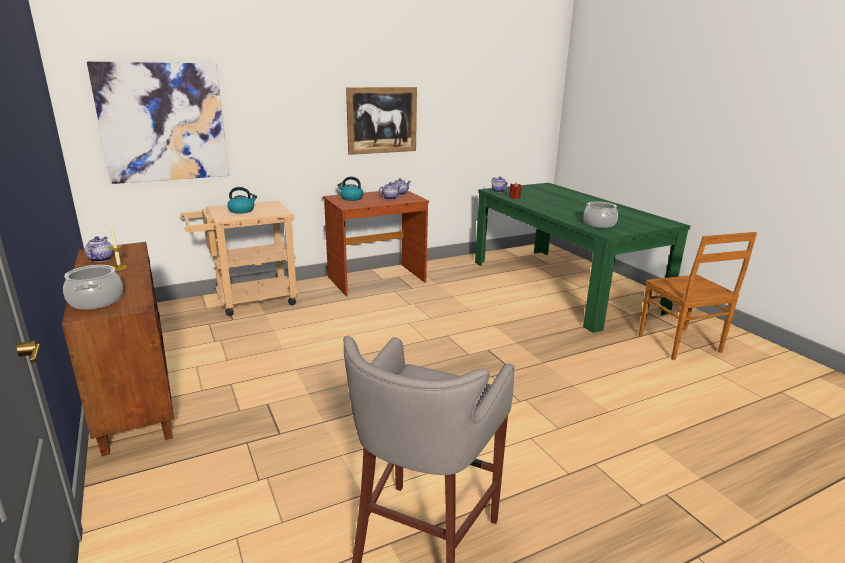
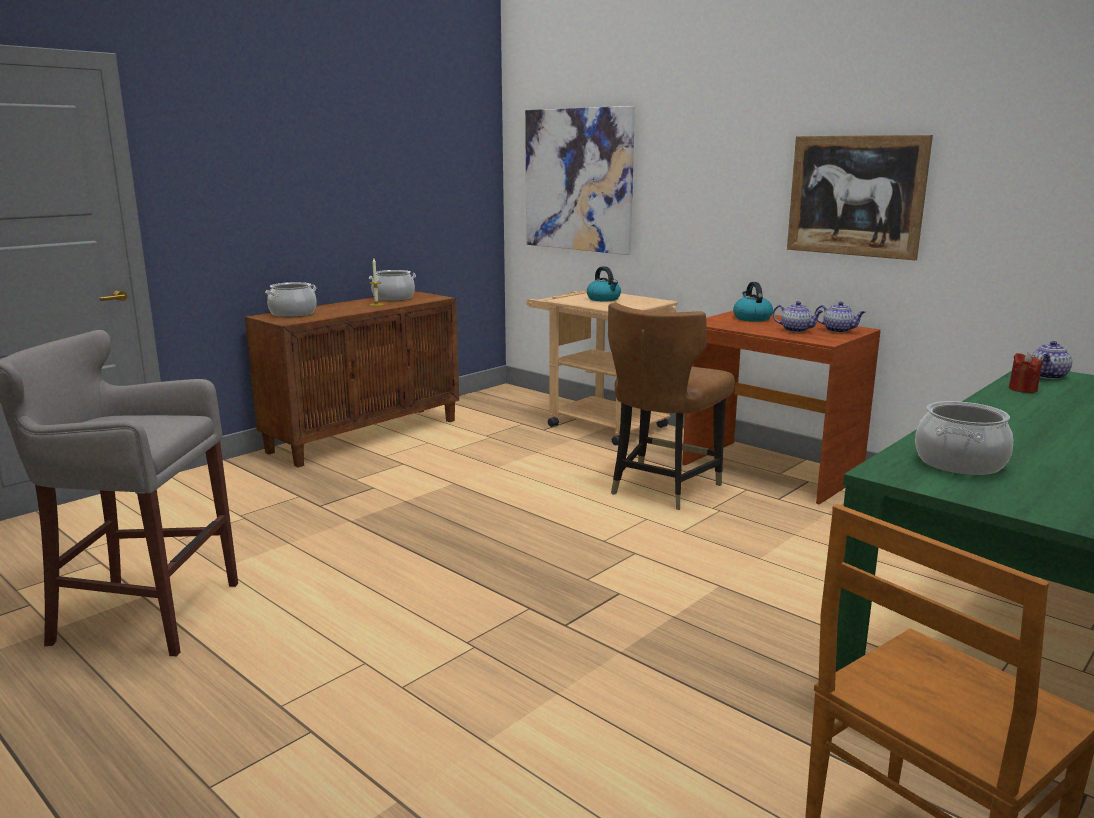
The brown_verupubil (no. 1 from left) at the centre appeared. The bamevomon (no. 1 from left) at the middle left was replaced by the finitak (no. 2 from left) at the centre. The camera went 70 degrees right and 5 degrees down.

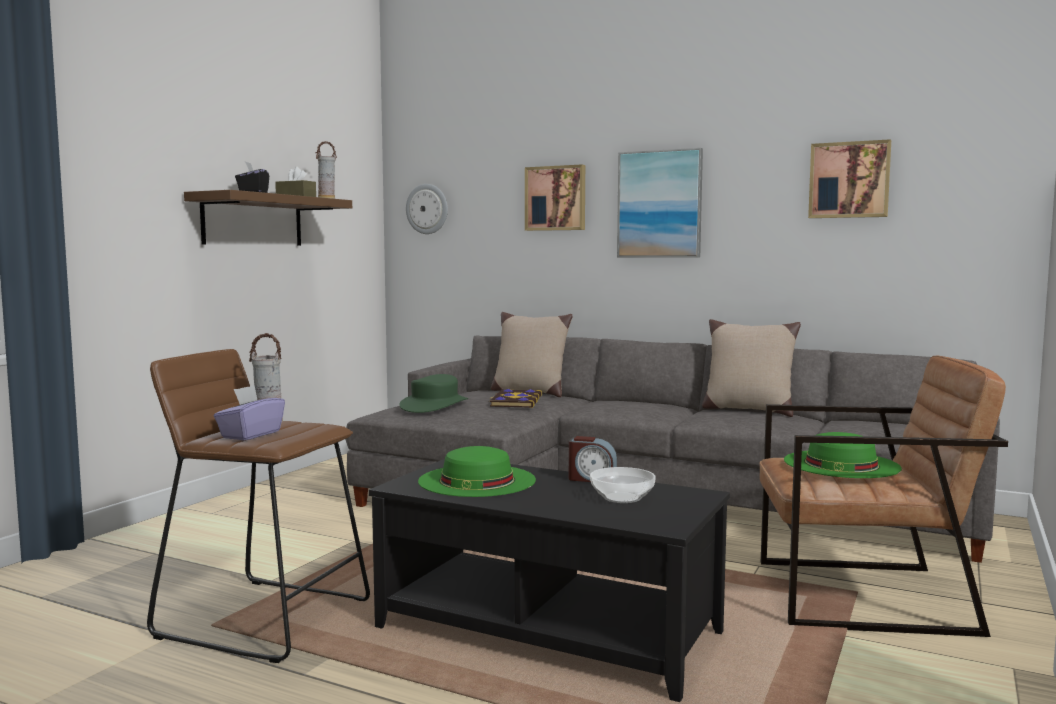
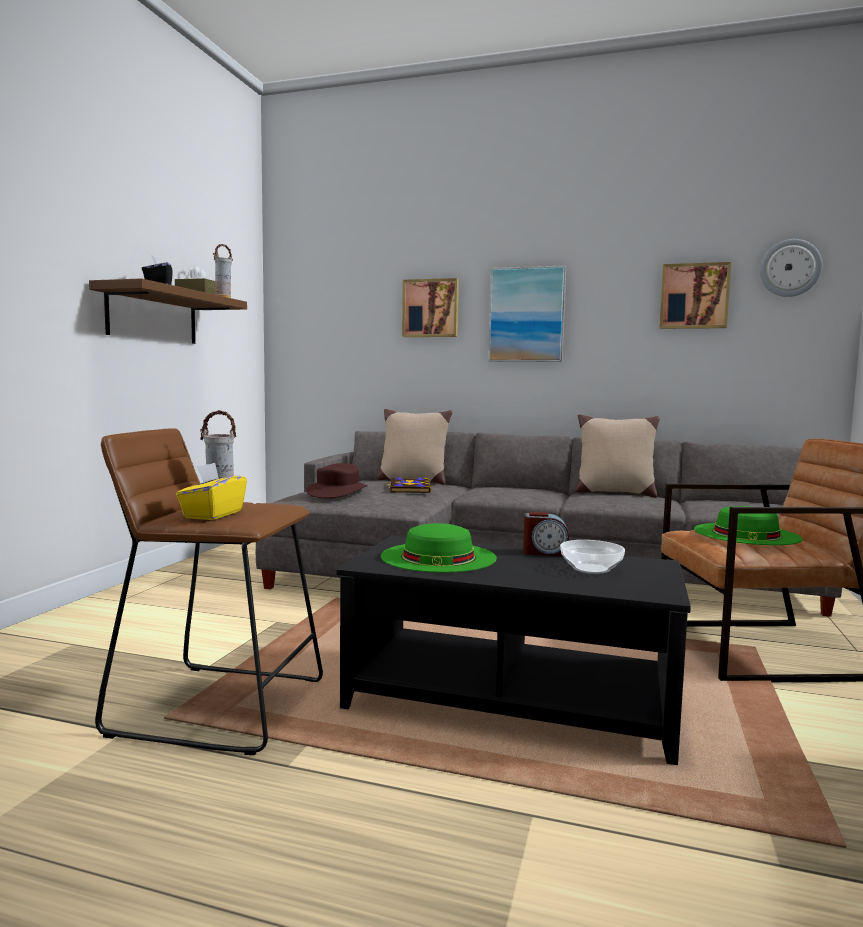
The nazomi moved from the top centre to the top right. The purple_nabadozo at the middle left became the yellow_nabadozo at the middle left. The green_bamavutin (no. 1 from left) at the centre became the brown_bamavutin at the centre. The camera went 10 degrees left and 0 degrees up.

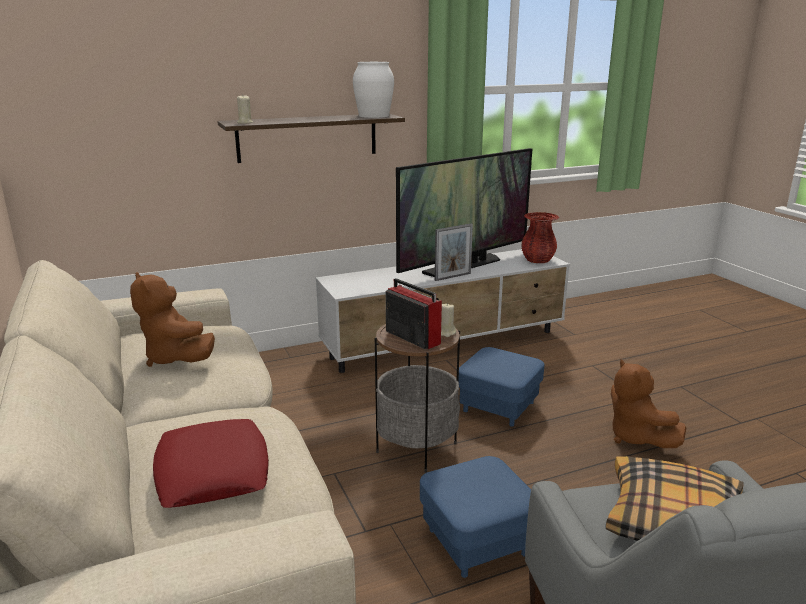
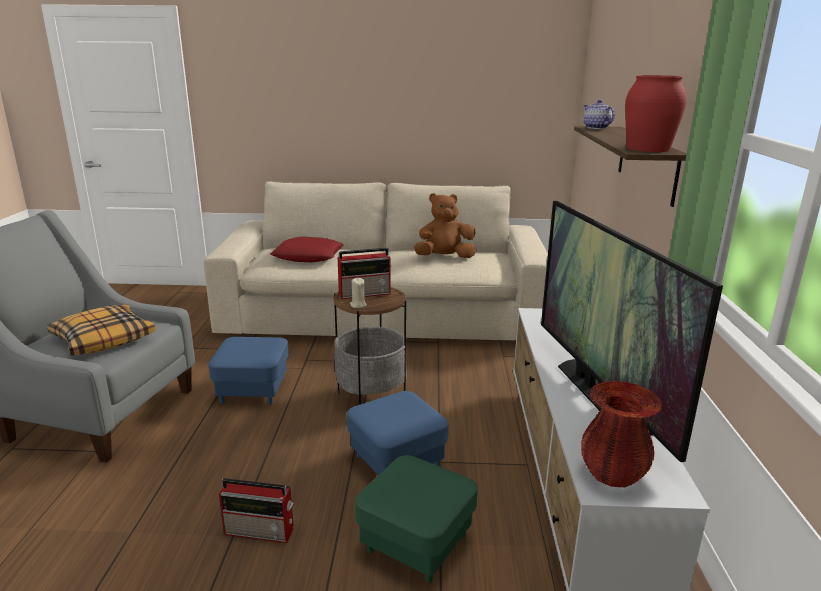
The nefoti at the centre disappeared. The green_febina at the bottom centre appeared. The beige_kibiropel (no. 1 from left) at the top left was replaced by the bamevomon at the top right. The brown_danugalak (no. 2 from left) at the bottom right was replaced by the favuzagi (no. 1 from left) at the bottom left. The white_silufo at the top centre became the red_silufo (no. 2 from left) at the top right. The camera went 115 degrees right and 0 degrees up.

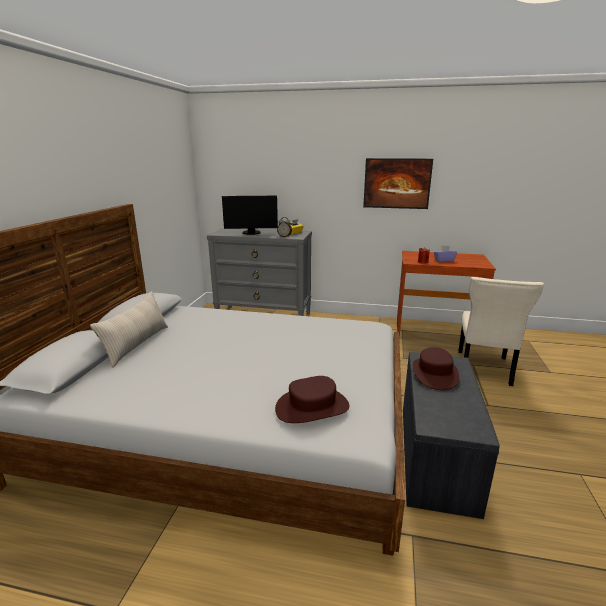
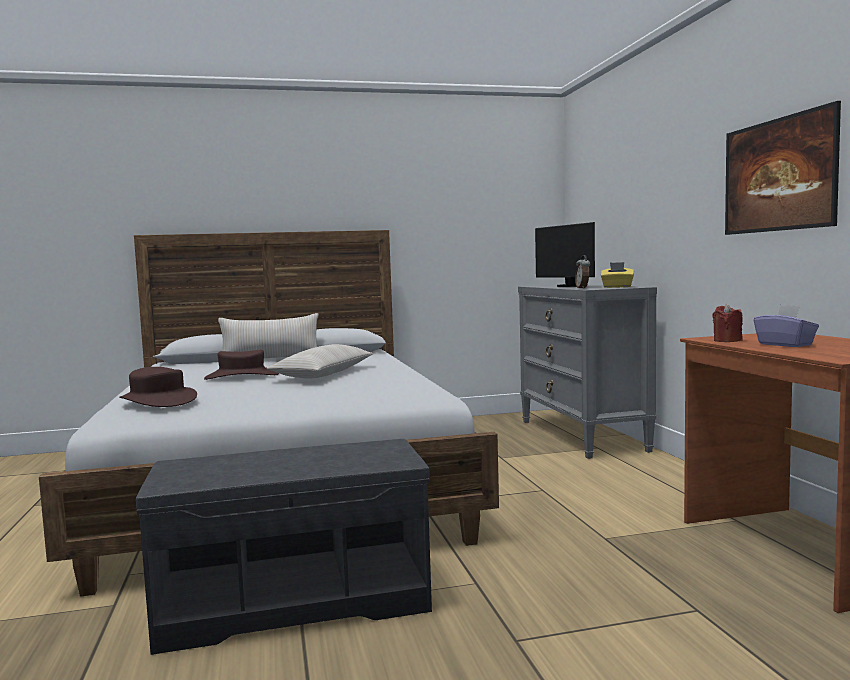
The beige_verupubil at the middle right disappeared. The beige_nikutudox (no. 2 from left) at the centre appeared. The brown_bamavutin (no. 2 from left) moved from the middle right to the middle left. The camera went 65 degrees right and 15 degrees down.

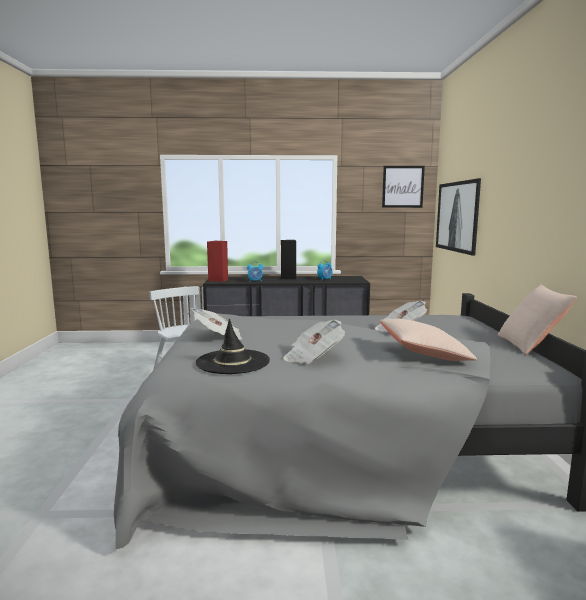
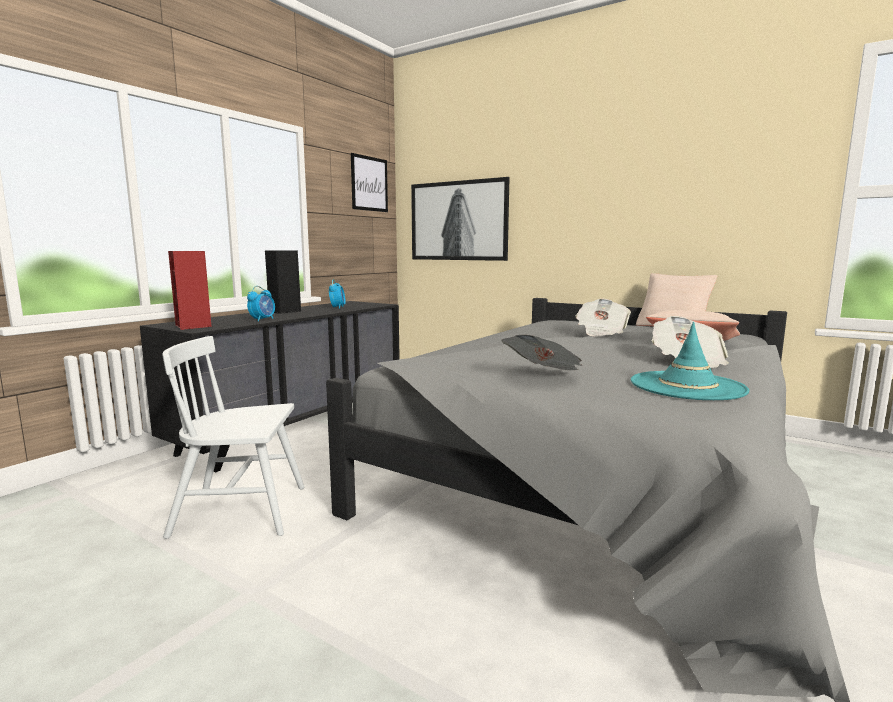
The black_bamavutin at the centre became the turquoise_bamavutin at the middle right. The camera went 55 degrees left and 0 degrees up.

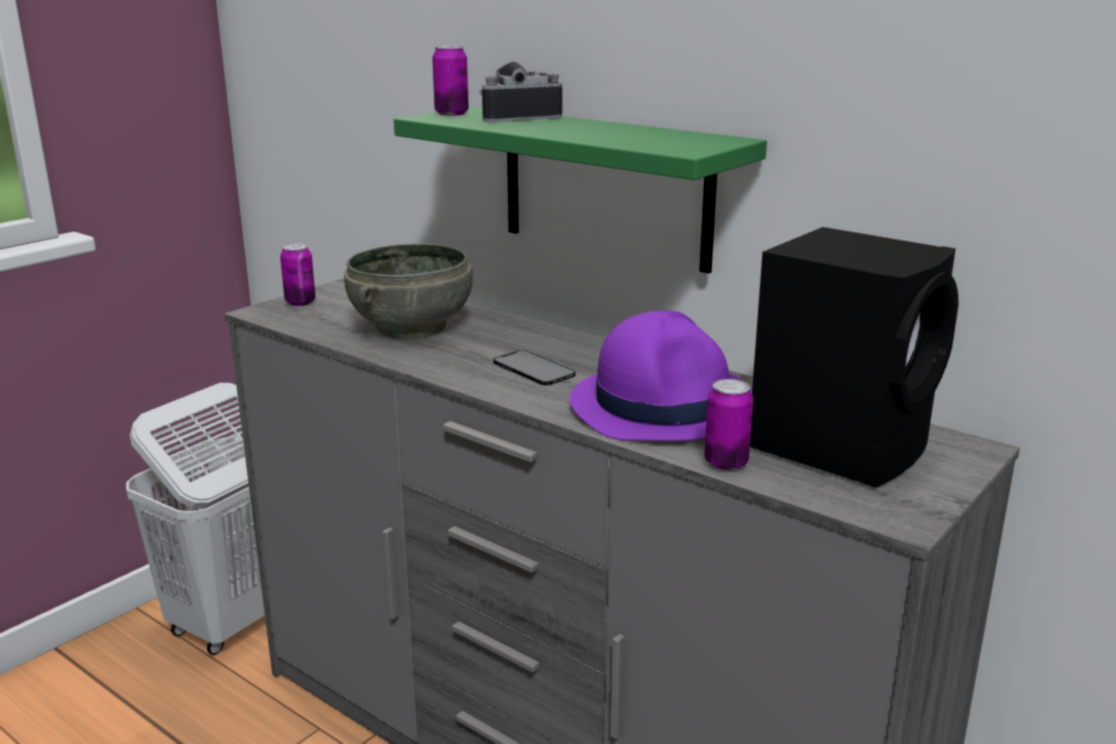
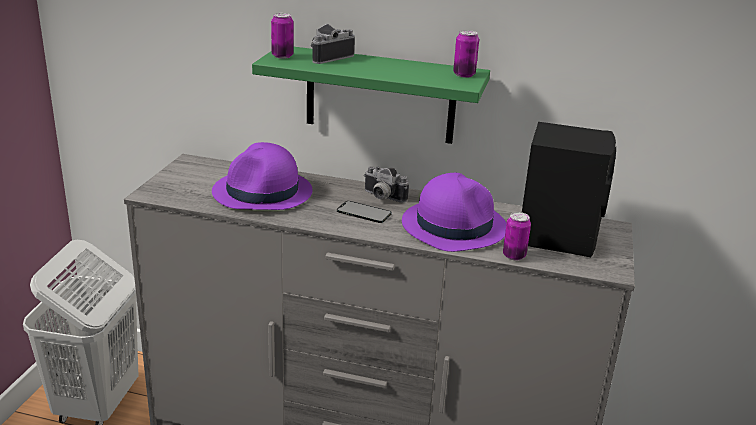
The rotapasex (no. 2 from left) at the centre appeared. The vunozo (no. 1 from left in the first image) moved from the middle left to the top centre. The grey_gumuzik at the centre was replaced by the purple_bamavutin (no. 1 from left) at the centre. The camera went 25 degrees left and 5 degrees up.

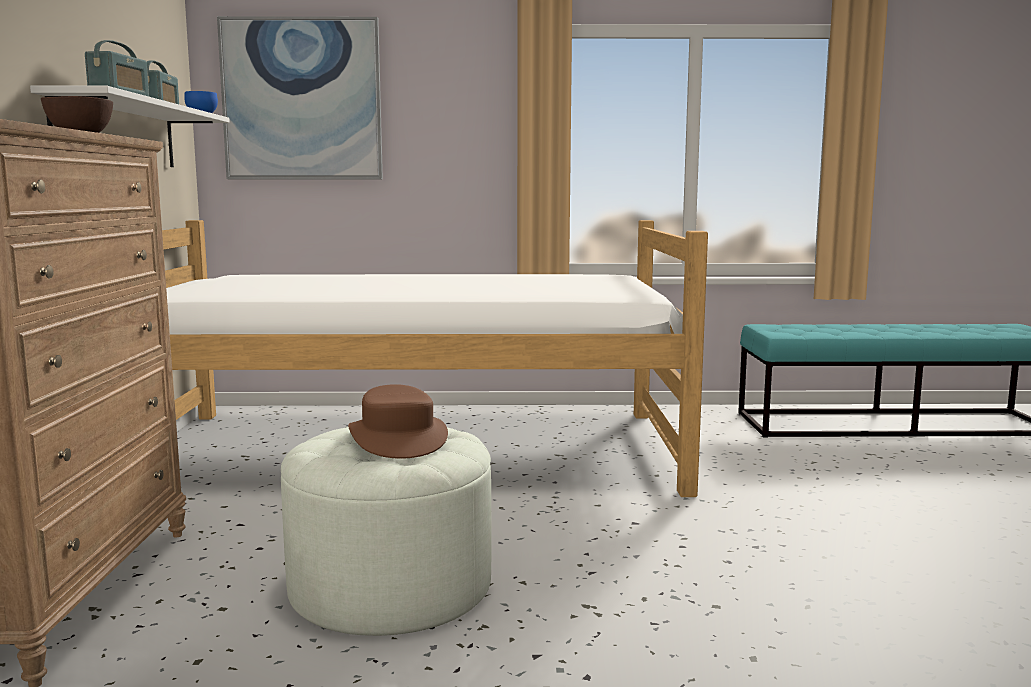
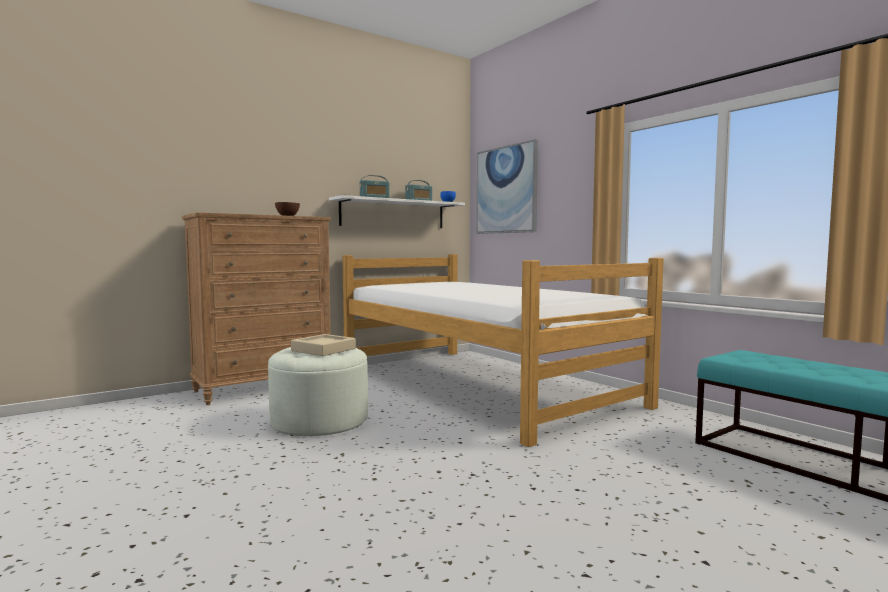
The brown_bamavutin at the centre was replaced by the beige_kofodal at the centre. The camera went 55 degrees right and 5 degrees down.

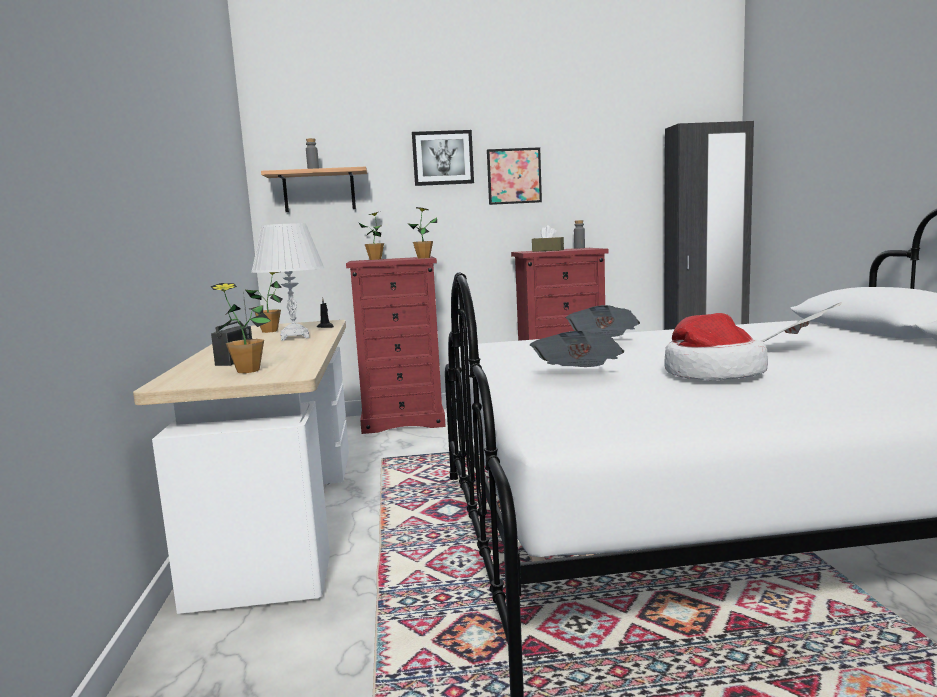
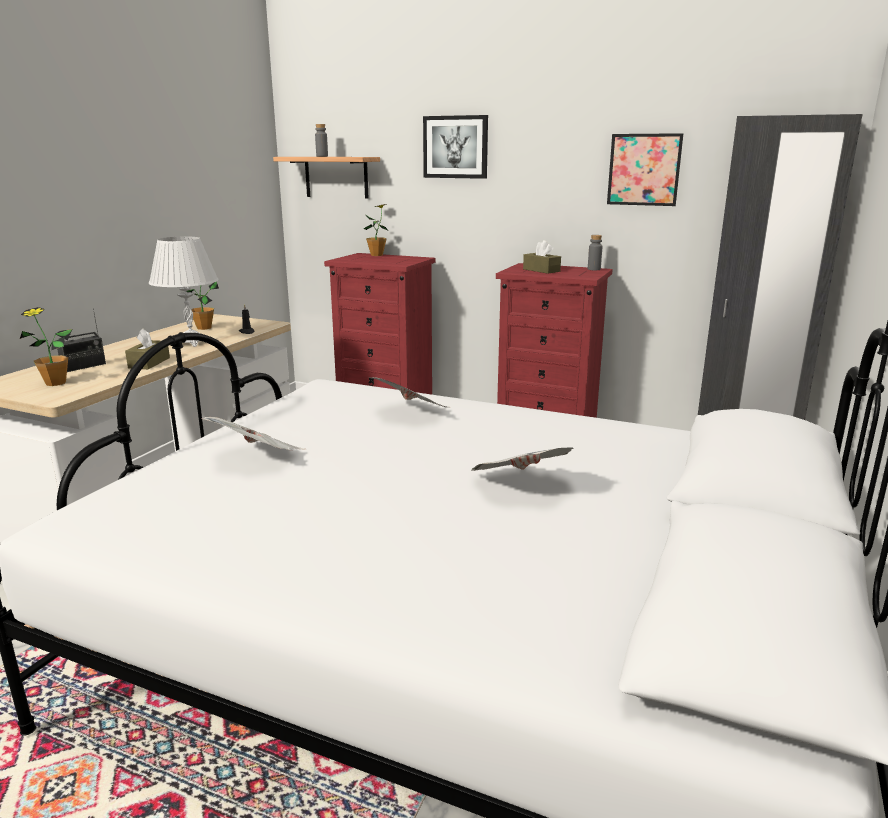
The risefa (no. 4 from left) at the centre disappeared. The bamavutin at the middle right disappeared. The brown_nabadozo (no. 1 from left) at the middle left appeared. The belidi (no. 2 from left) moved from the top centre to the top right. The camera went 30 degrees right and 10 degrees up.

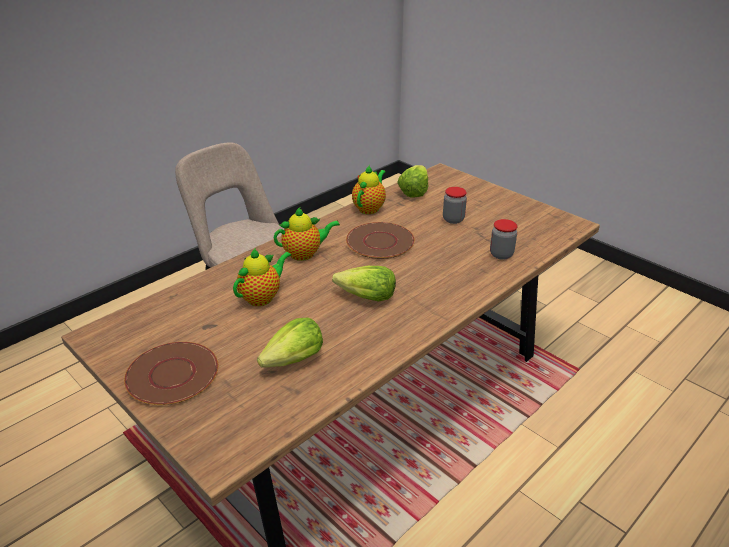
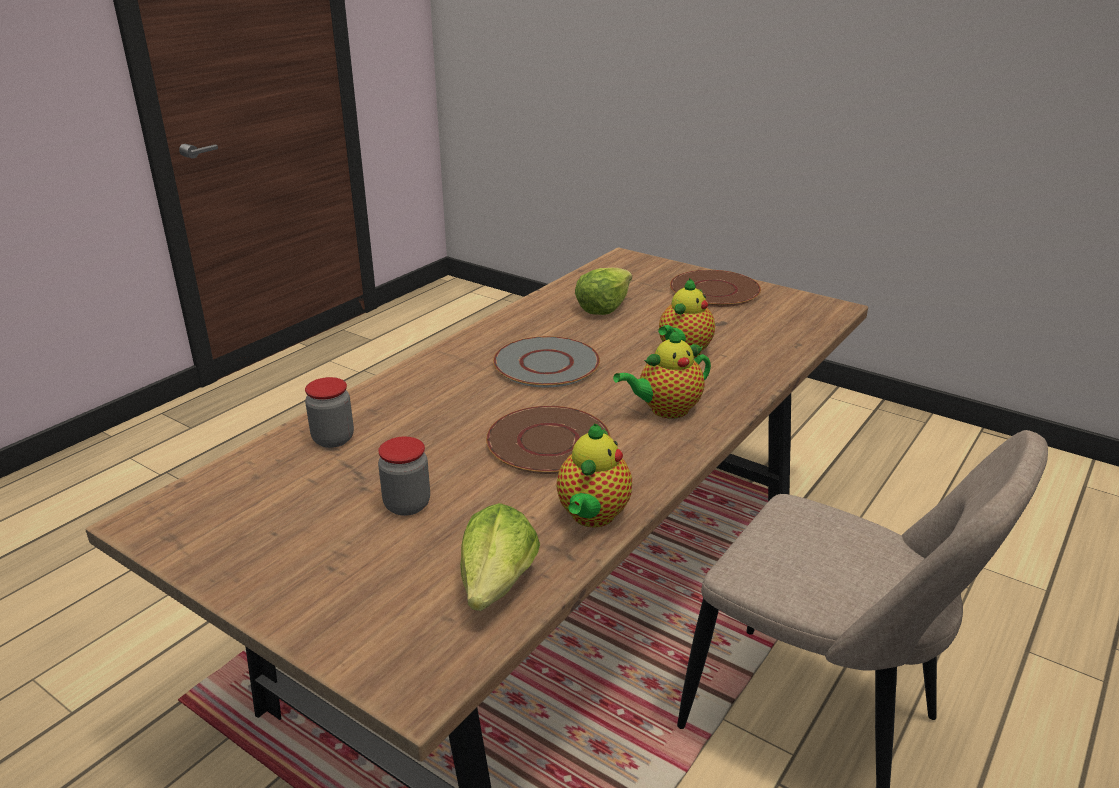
The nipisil (no. 2 from left) at the centre was replaced by the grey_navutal at the centre. The camera went 170 degrees right and 5 degrees down.

